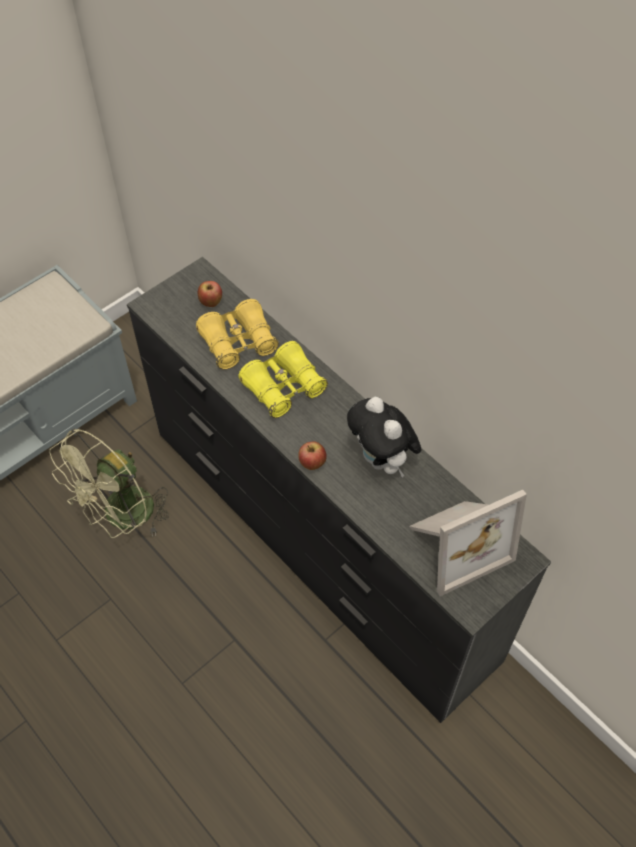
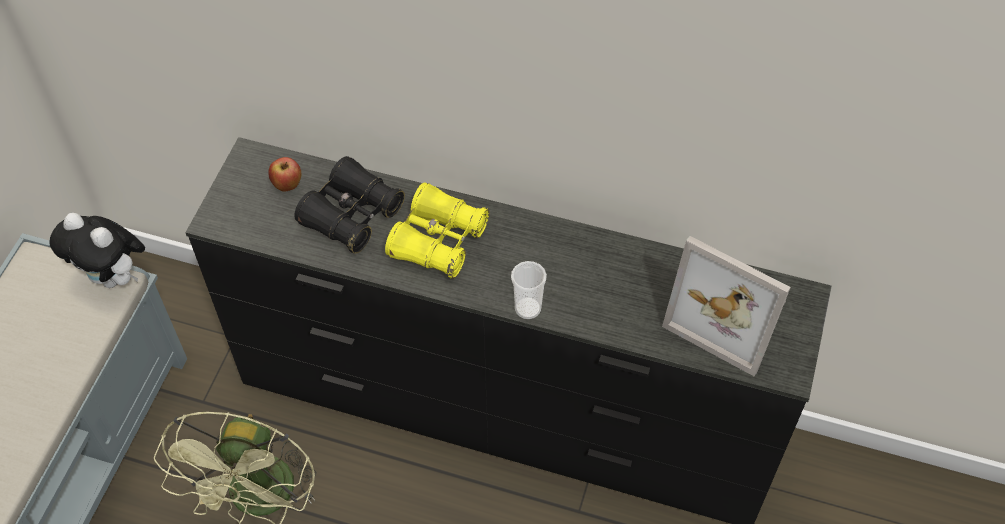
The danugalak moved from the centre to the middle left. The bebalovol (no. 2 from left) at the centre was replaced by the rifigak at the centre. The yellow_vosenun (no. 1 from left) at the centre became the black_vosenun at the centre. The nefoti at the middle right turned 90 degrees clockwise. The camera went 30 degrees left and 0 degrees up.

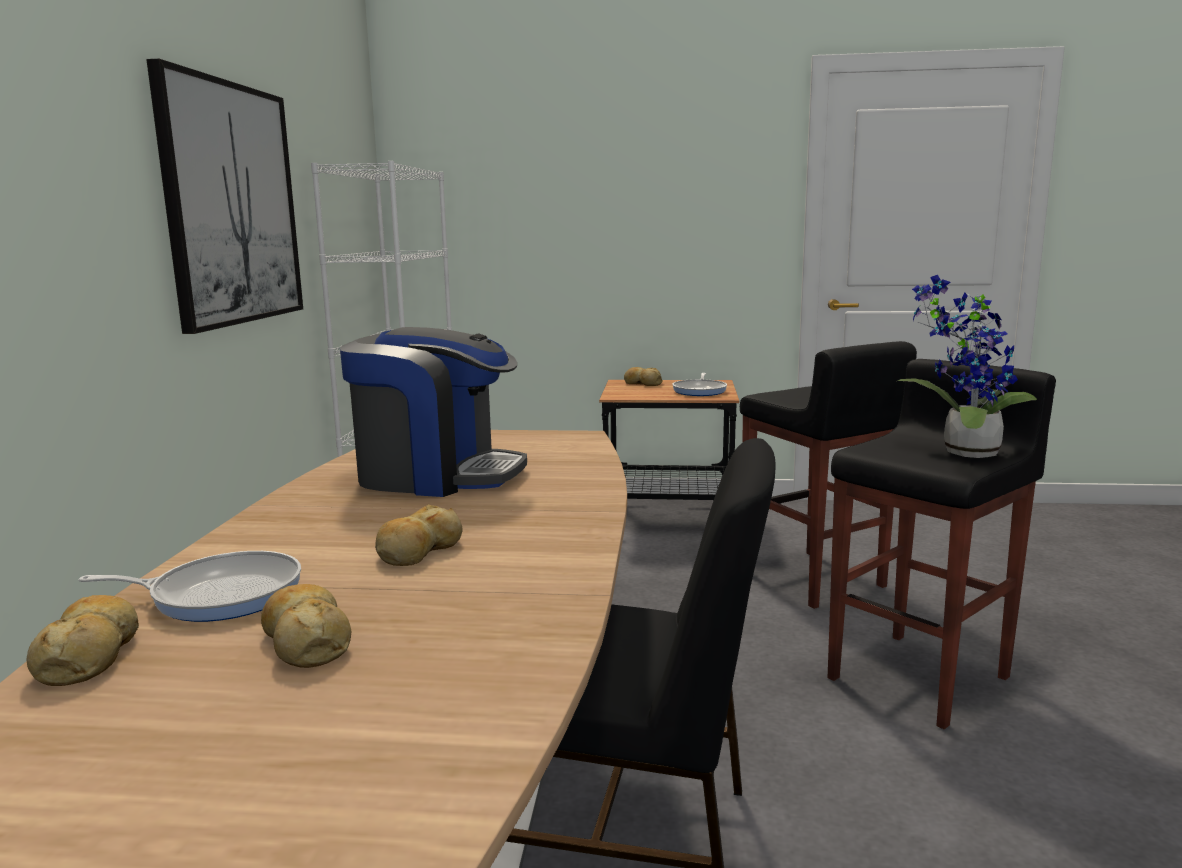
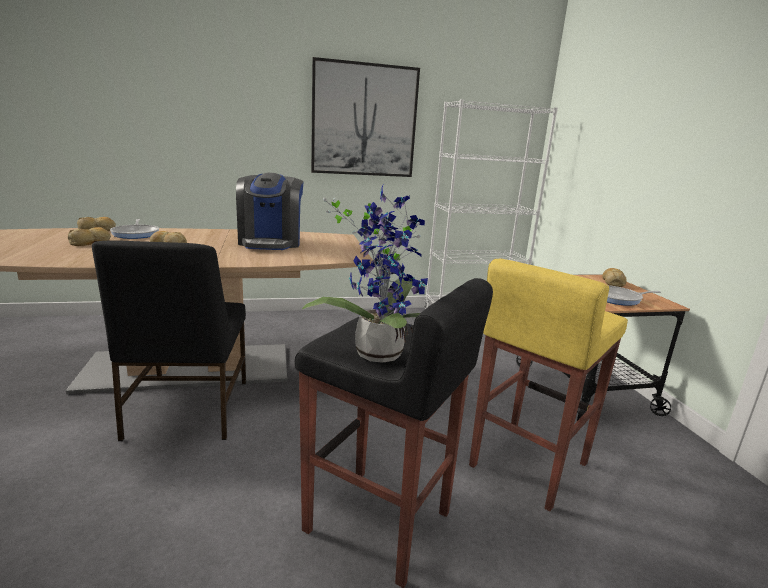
The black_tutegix (no. 1 from left) at the middle right became the yellow_tutegix at the middle right. The camera went 70 degrees right and 5 degrees up.

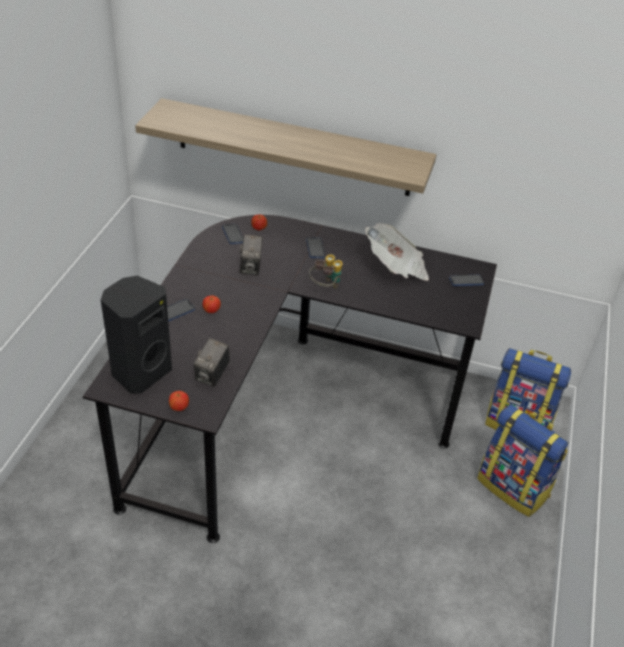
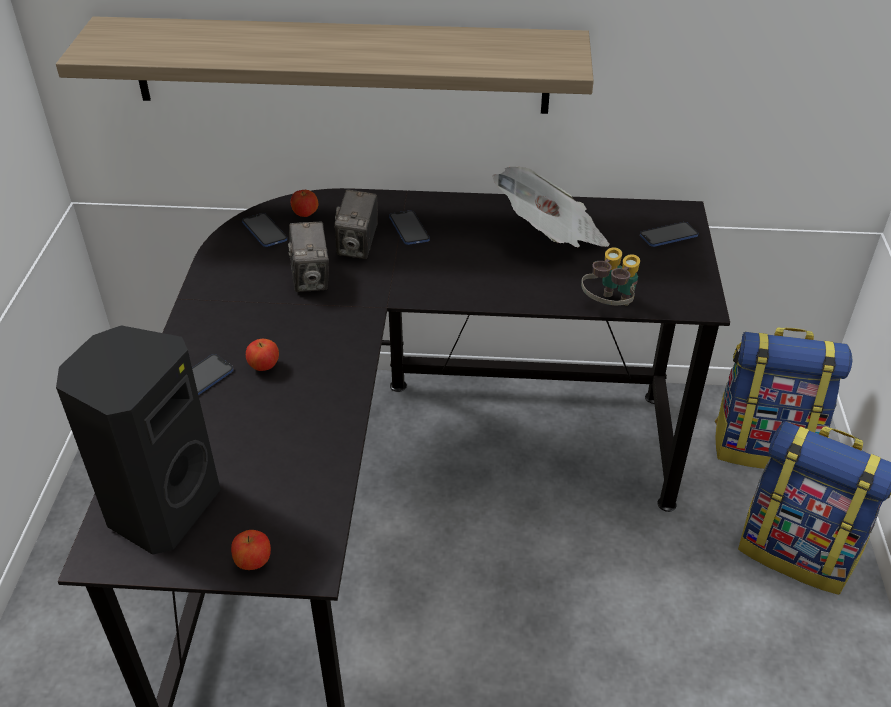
The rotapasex (no. 1 from left in the first image) moved from the centre to the top centre. The vosenun moved from the centre to the middle right. The camera went 10 degrees left and 0 degrees up.

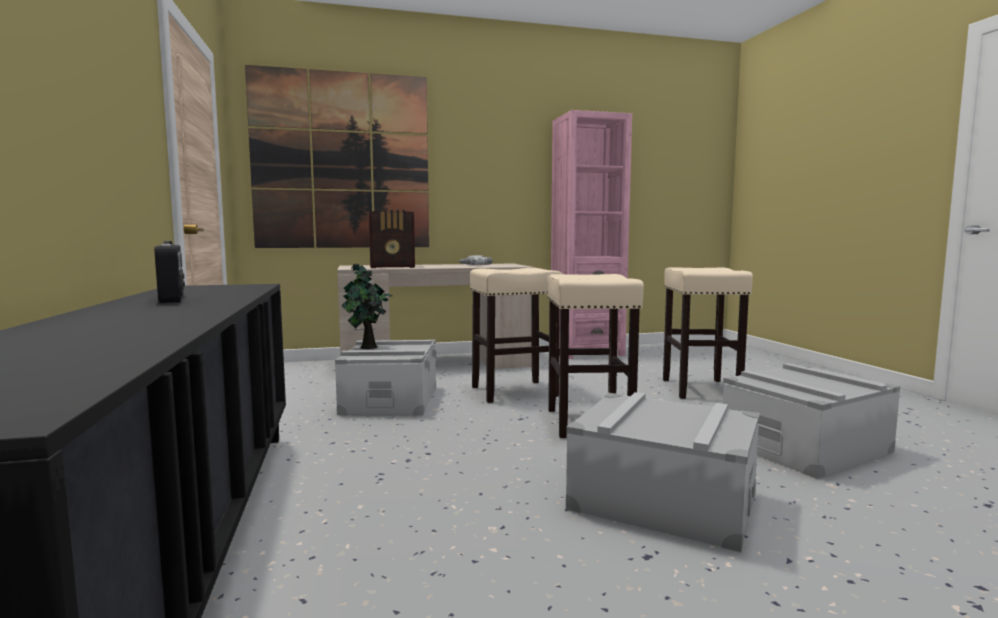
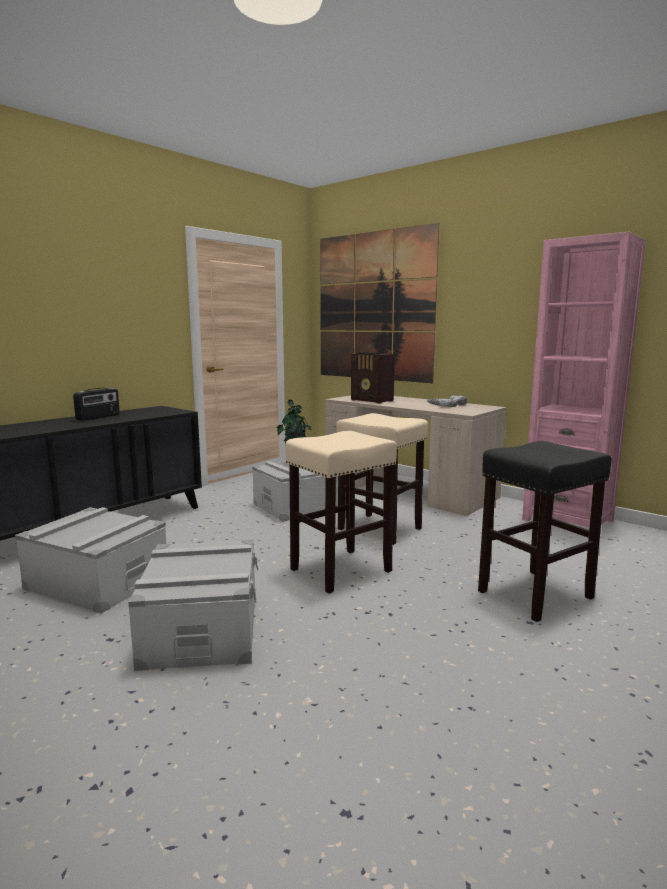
The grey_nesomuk (no. 3 from left in the first image) moved from the bottom right to the middle left. The beige_tutegix (no. 3 from left) at the middle right became the black_tutegix at the middle right. The camera went 55 degrees right and 5 degrees up.

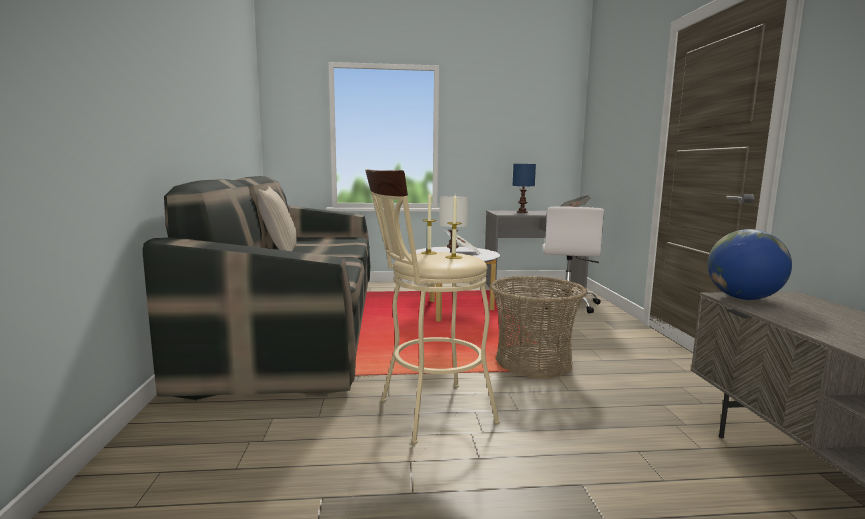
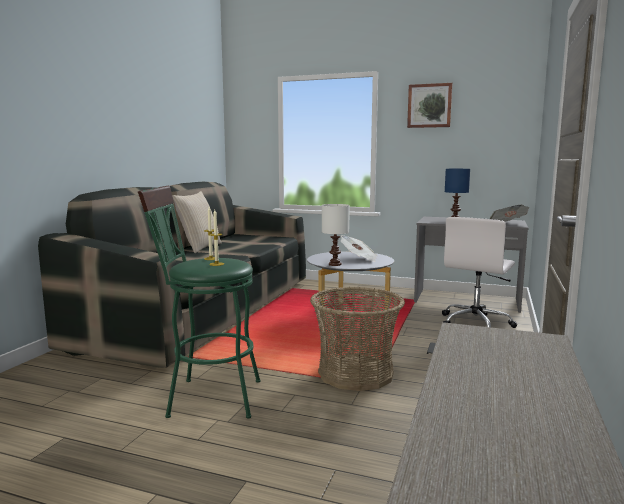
The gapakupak at the middle right disappeared. The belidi at the top right appeared. The beige_tutegix at the centre became the green_tutegix at the middle left. The camera went 25 degrees right and 0 degrees up.

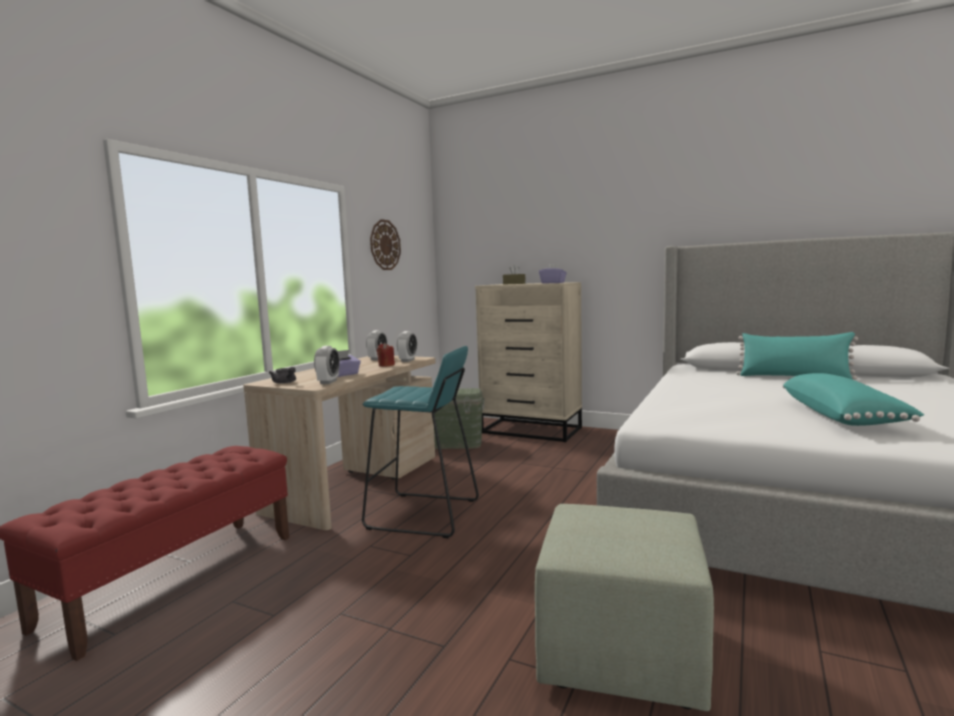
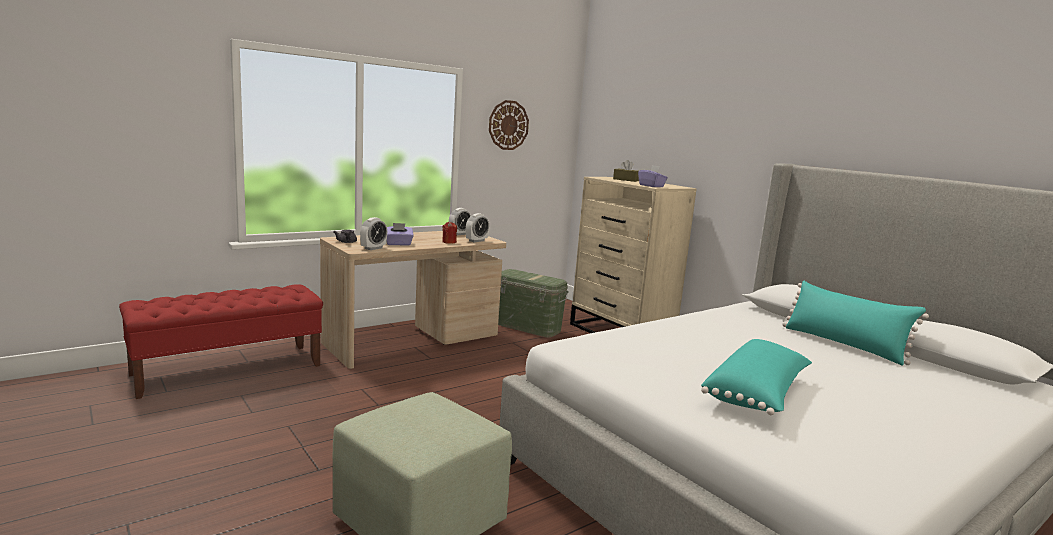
The turquoise_tutegix at the centre disappeared. The camera went 25 degrees right and 5 degrees up.

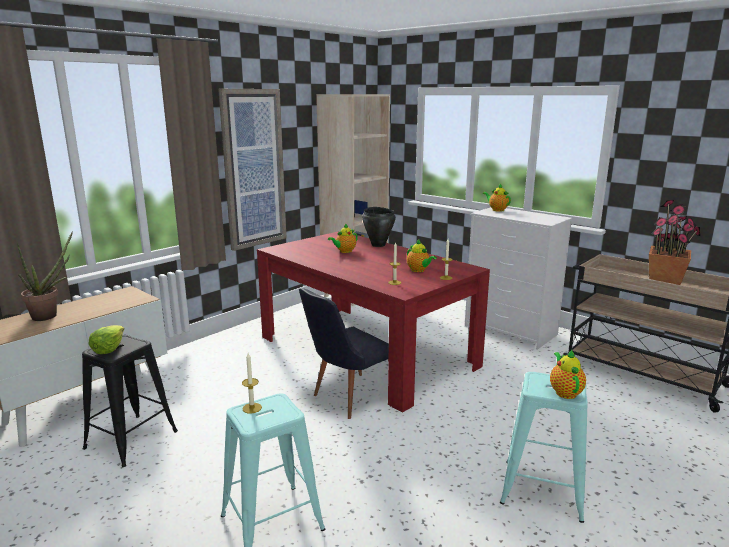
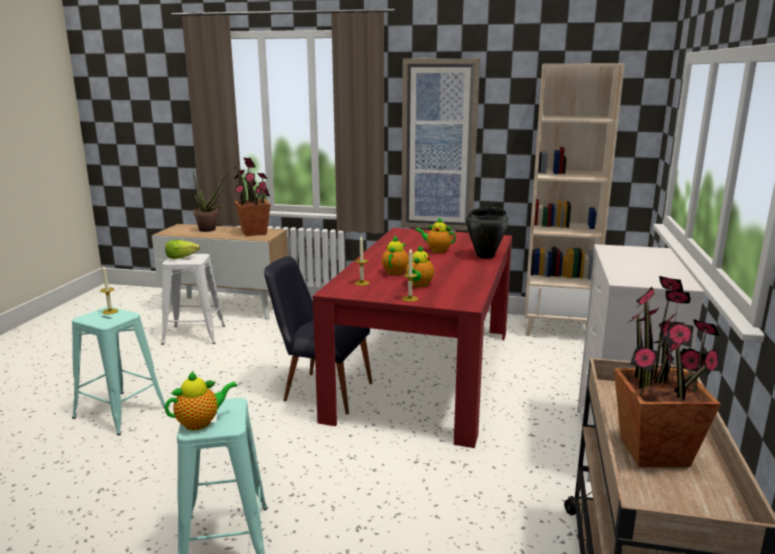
The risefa (no. 2 from left) at the middle left appeared. The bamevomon (no. 3 from left in the first image) moved from the middle right to the centre. The black_tutegix at the bottom left became the white_tutegix at the middle left. The camera went 60 degrees right and 0 degrees up.

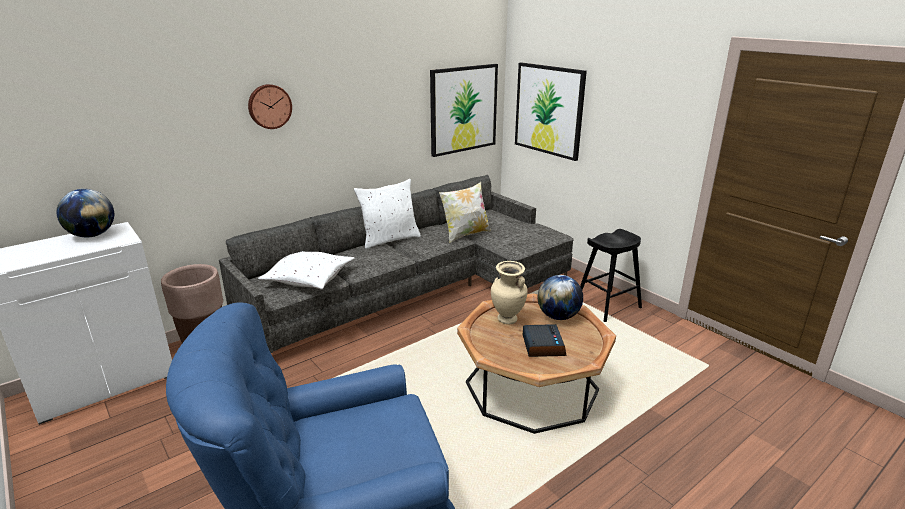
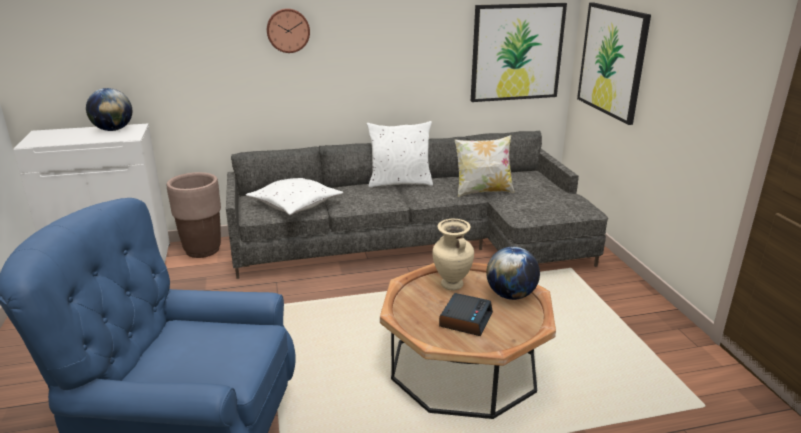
The black_tutegix at the middle right disappeared. The camera went 25 degrees right and 0 degrees up.

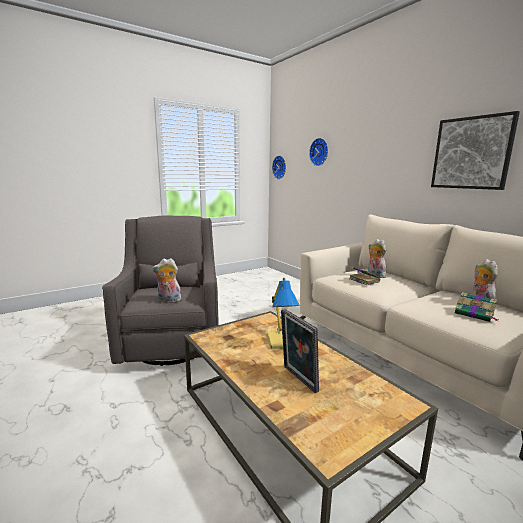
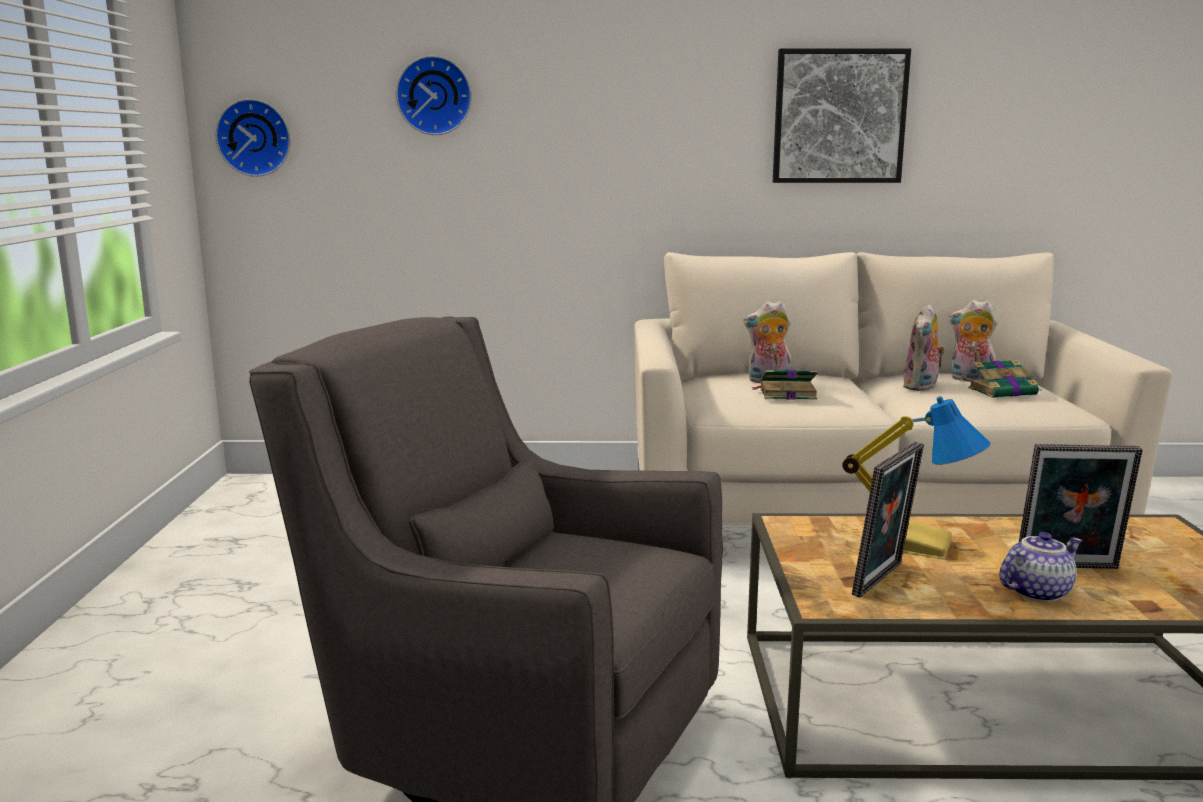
The nefoti (no. 1 from left) at the middle right appeared. The bamevomon at the bottom right appeared. The danugalak (no. 1 from left in the first image) moved from the middle left to the middle right. The camera went 55 degrees left and 0 degrees up.

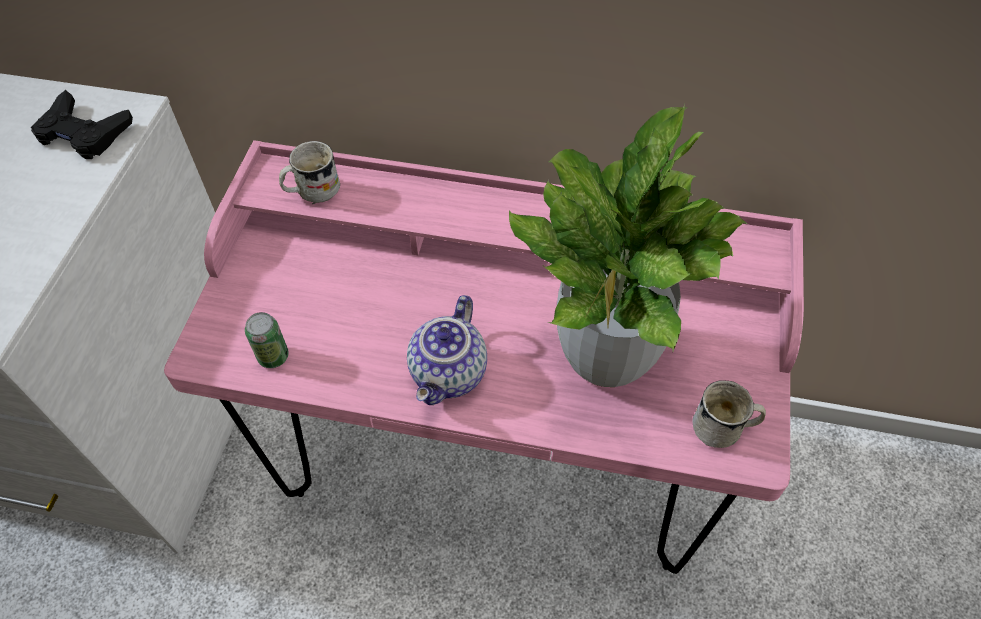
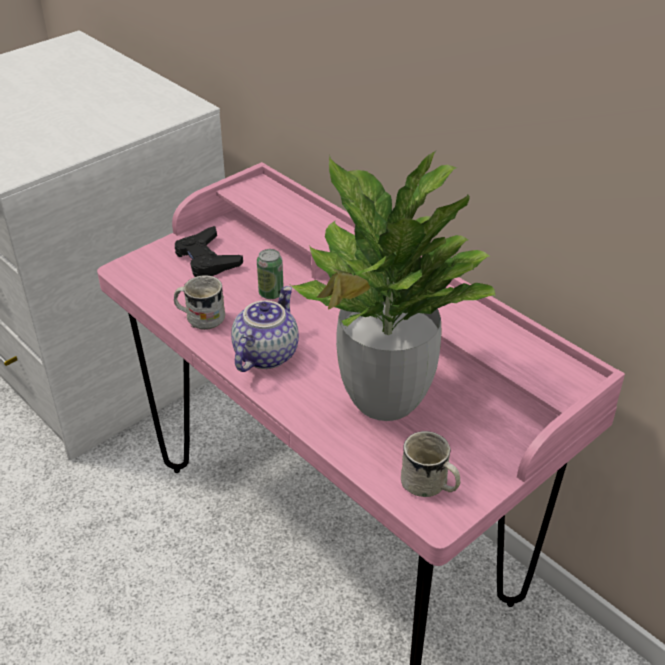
The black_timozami moved from the top left to the middle left. The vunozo moved from the middle left to the centre. The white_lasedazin (no. 1 from left) moved from the top left to the middle left. The bamevomon at the centre turned 150 degrees clockwise. The camera went 35 degrees right and 15 degrees down.

